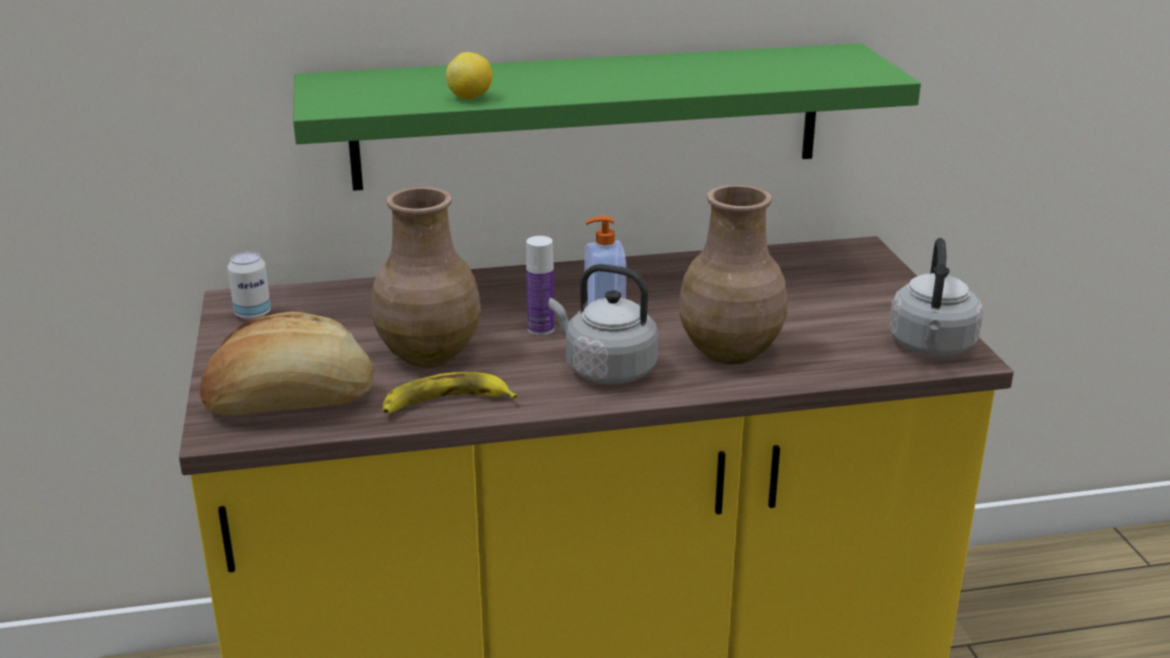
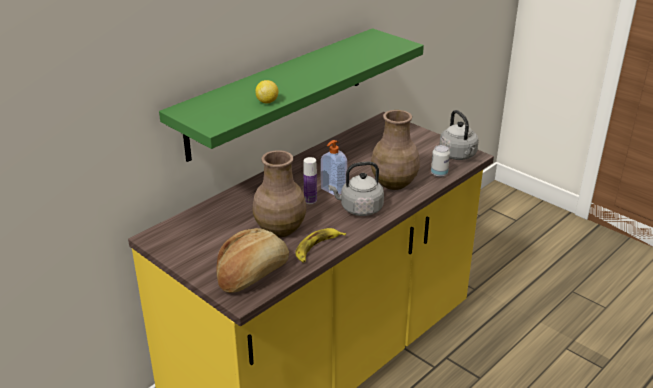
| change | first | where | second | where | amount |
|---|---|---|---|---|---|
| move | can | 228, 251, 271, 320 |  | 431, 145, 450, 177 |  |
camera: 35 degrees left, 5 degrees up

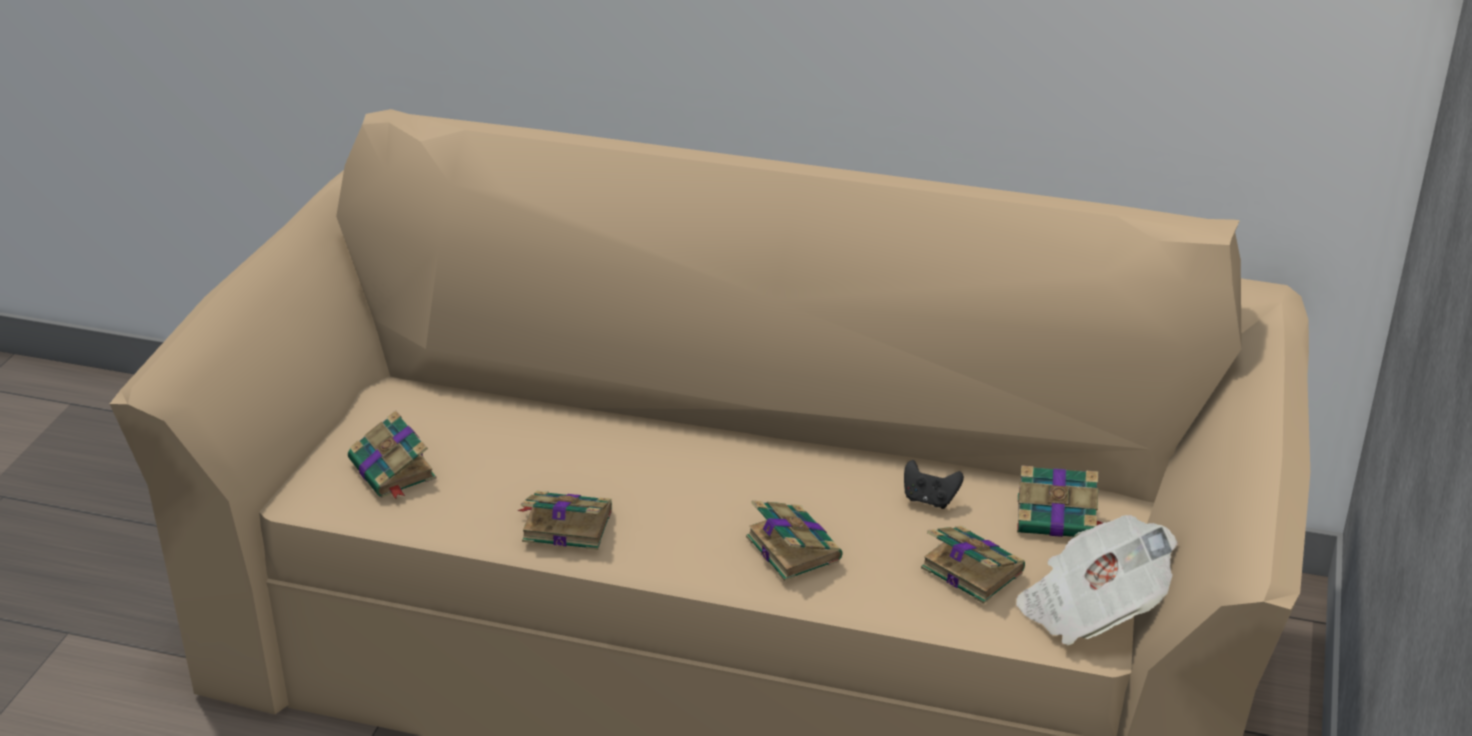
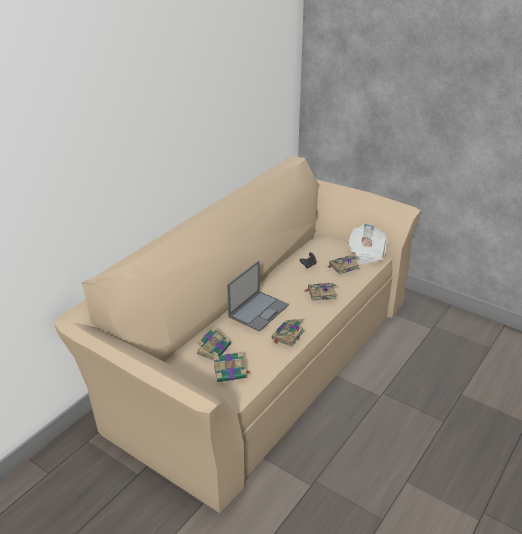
| change | first | where | second | where | amount |
|---|---|---|---|---|---|
| move | bound book | 1017, 465, 1102, 537 |  | 196, 327, 231, 360 |  |
| insert |  |  | portable computer | 227, 261, 289, 332 |  |
camera: 70 degrees left, 0 degrees up

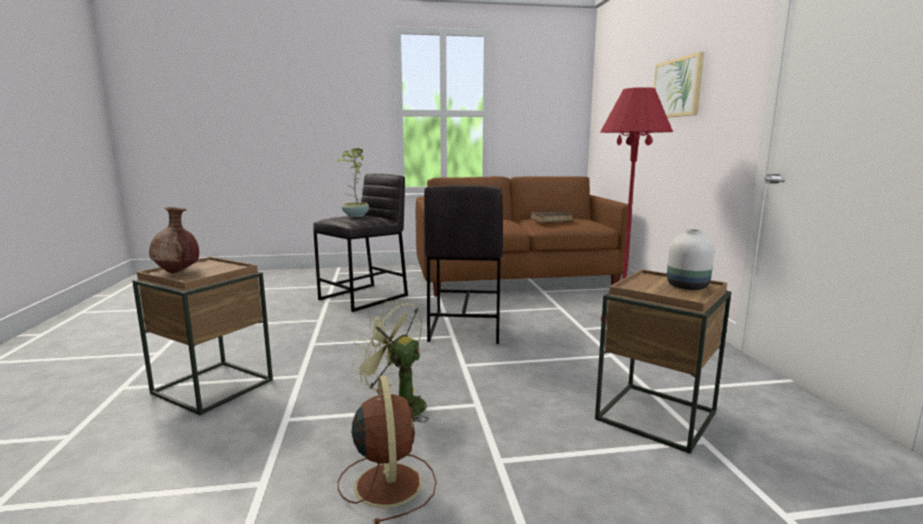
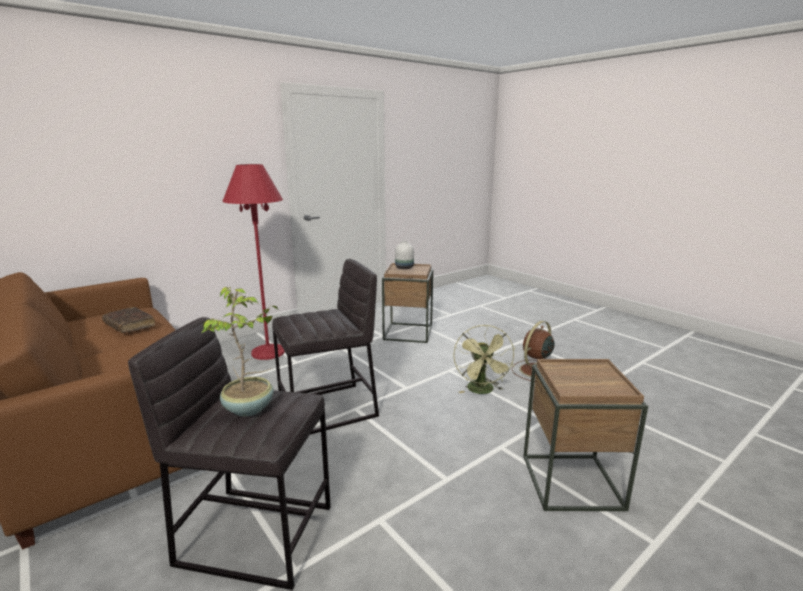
| change | first | where | second | where | amount |
|---|---|---|---|---|---|
| delete | flower vase (brownish) | 149, 207, 199, 273 |  |  |  |
| delete | wall picture | 654, 52, 704, 118 |  |  |  |
camera: 120 degrees left, 5 degrees up

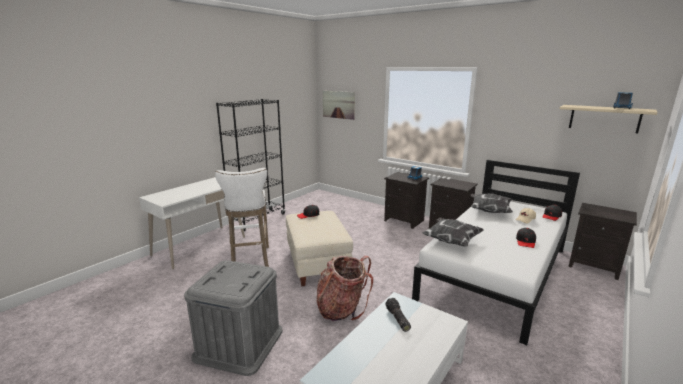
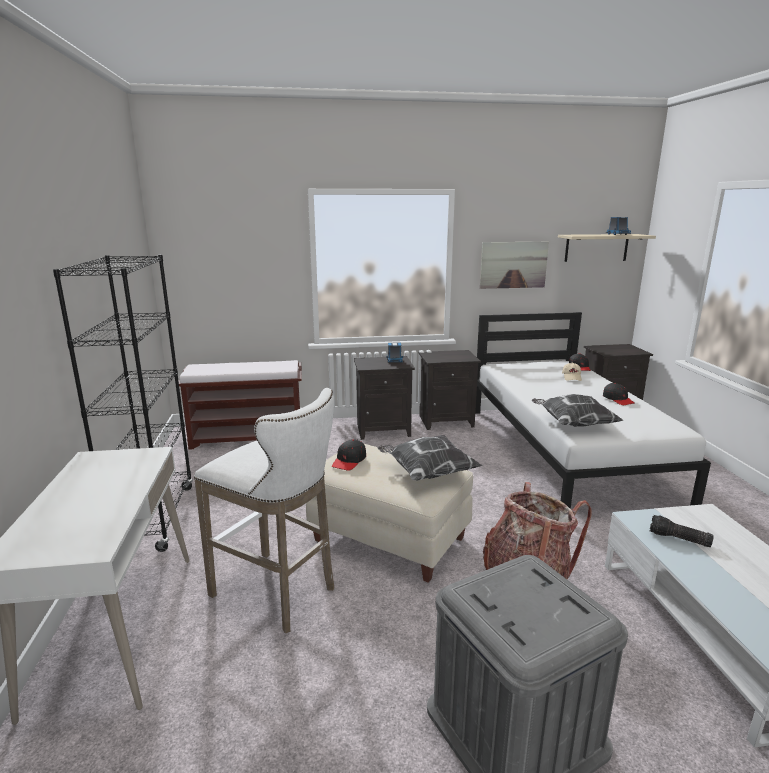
| change | first | where | second | where | amount |
|---|---|---|---|---|---|
| insert |  |  | long seat (brownish) | 179, 360, 302, 450 |  |
| move | cushion | 470, 193, 513, 213 |  | 378, 435, 483, 481 |  |
| move | wall picture | 323, 91, 355, 120 |  | 480, 242, 549, 289 |  |
camera: 45 degrees left, 0 degrees up

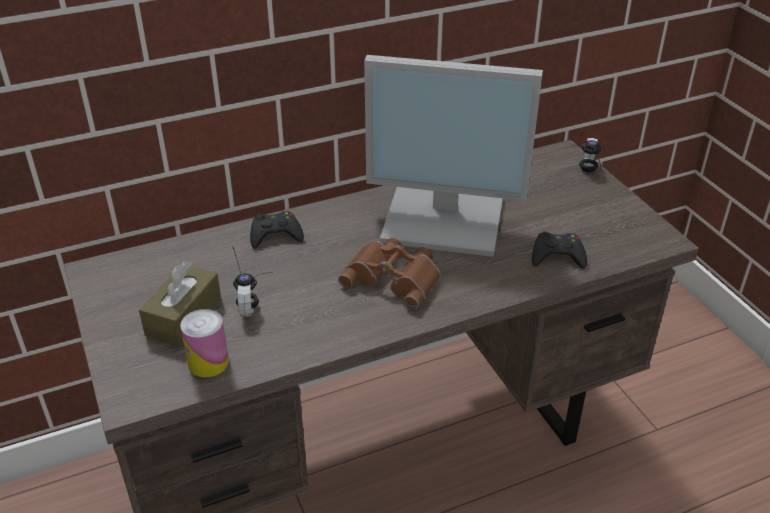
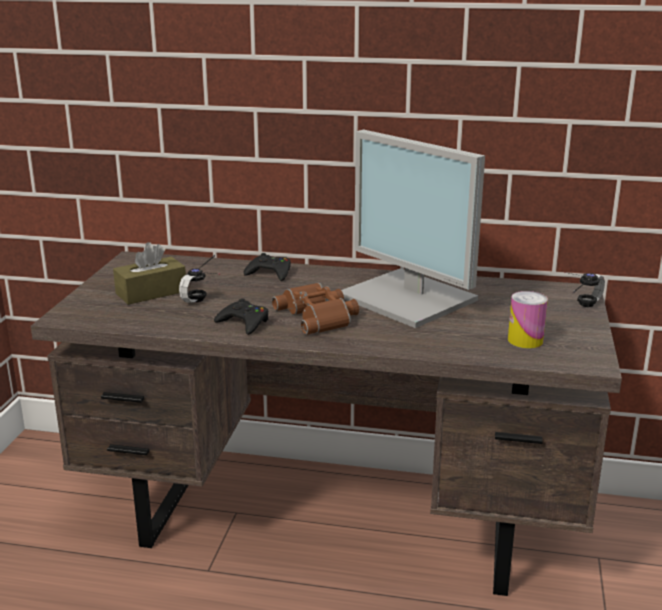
| change | first | where | second | where | amount |
|---|---|---|---|---|---|
| move | gamepad (blackish) | 532, 232, 587, 269 |  | 214, 299, 269, 335 |  |
| move | can | 180, 309, 229, 377 |  | 508, 291, 548, 348 |  |
camera: 35 degrees right, 15 degrees down

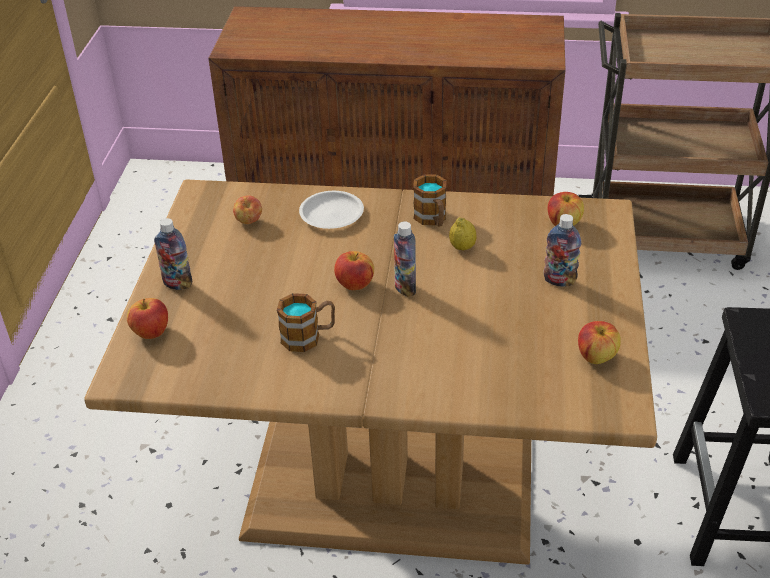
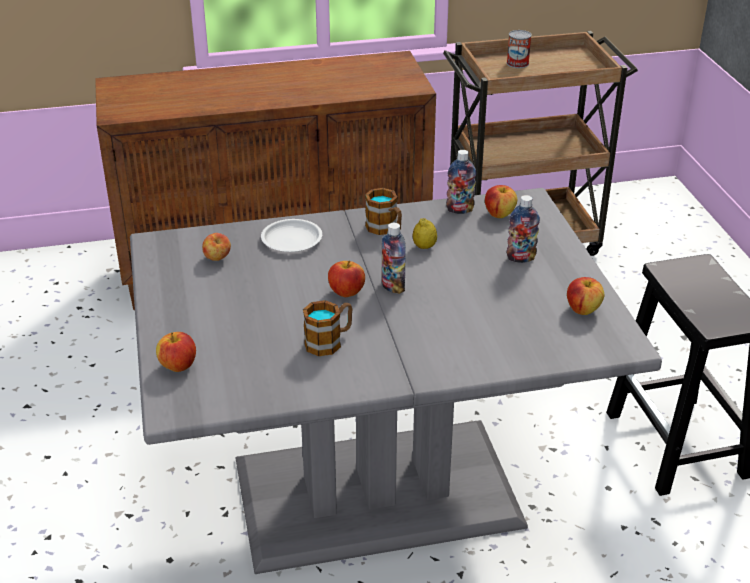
| change | first | where | second | where | amount |
|---|---|---|---|---|---|
| recolor | dinner table (brownish) | 84, 179, 657, 565 | dinner table (grey) | 130, 188, 662, 574 |  |
| move | bottle | 154, 218, 192, 290 |  | 446, 150, 476, 214 |  |
| insert |  |  | can | 507, 30, 532, 68 |  |
camera: 20 degrees left, 5 degrees down

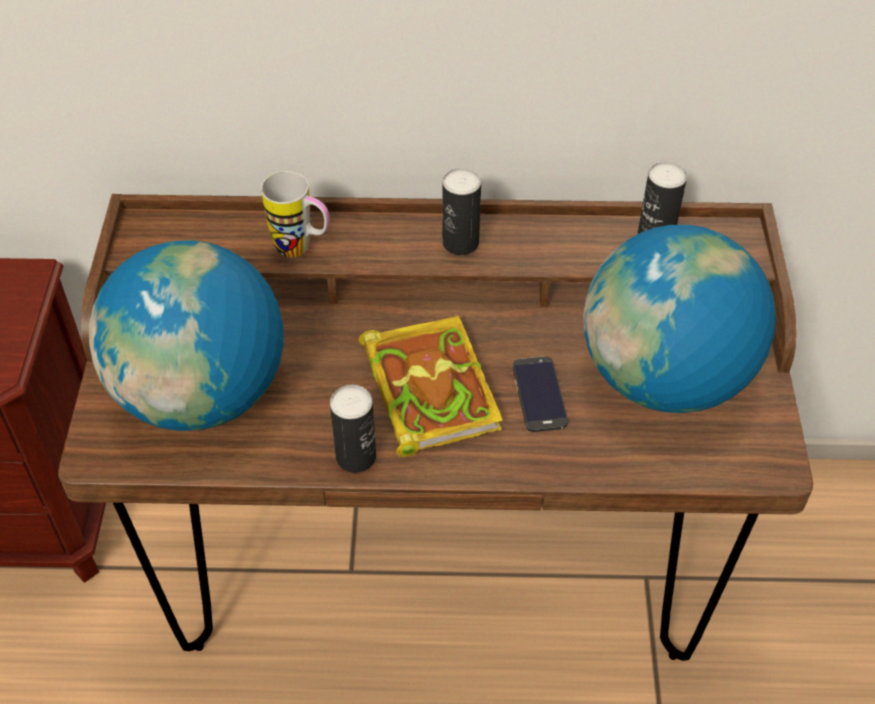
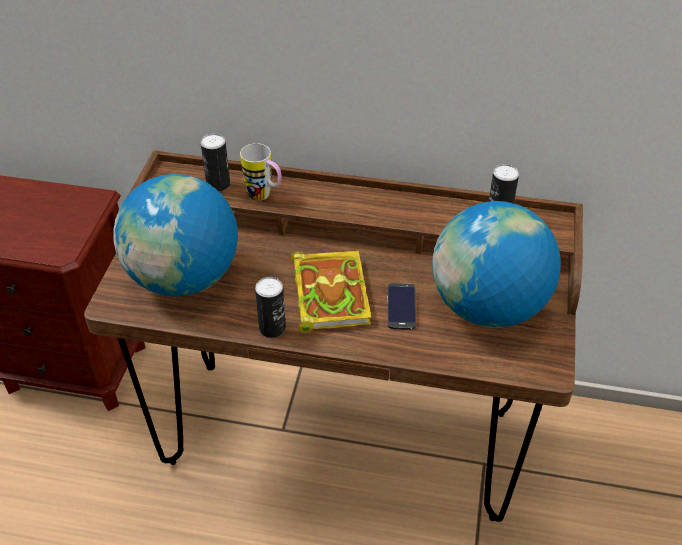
| change | first | where | second | where | amount |
|---|---|---|---|---|---|
| move | can | 442, 167, 481, 255 |  | 201, 133, 230, 191 |  |
camera: 10 degrees right, 5 degrees down

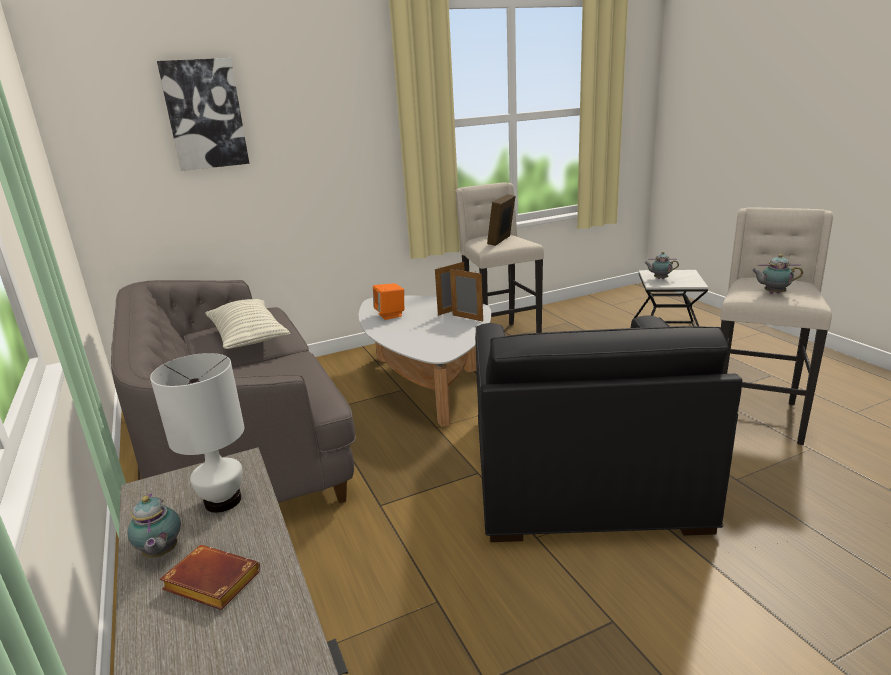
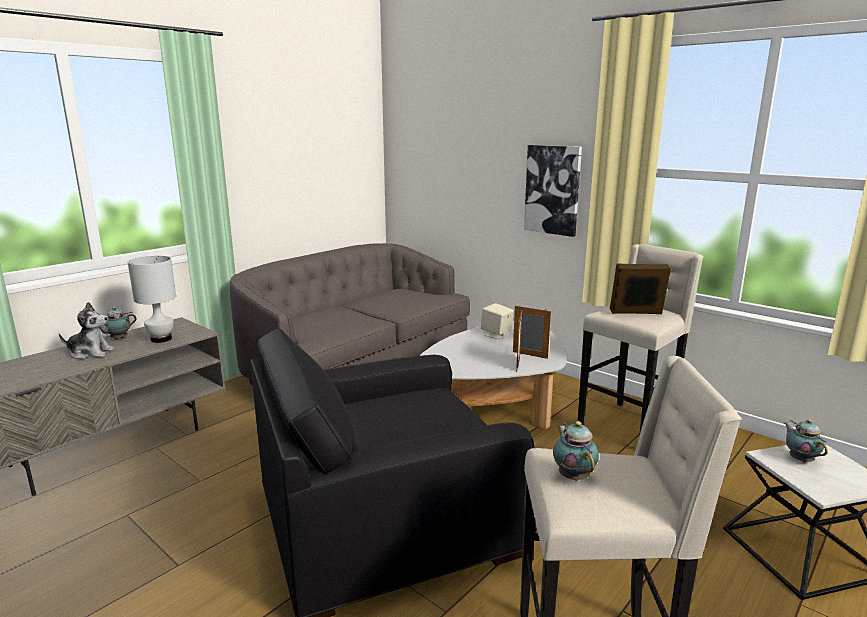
| change | first | where | second | where | amount |
|---|---|---|---|---|---|
| replace | bound book (brownish) | 160, 545, 260, 610 | soft toy | 59, 302, 115, 359 |  |
| recolor | speaker (orange-coloured) | 373, 283, 404, 320 | speaker (beige-coloured) | 481, 303, 514, 339 |  |
| move | wall picture | 157, 58, 249, 171 |  | 524, 145, 582, 237 |  |
| delete | cushion | 205, 299, 290, 349 |  |  |  |
camera: 65 degrees right, 5 degrees down

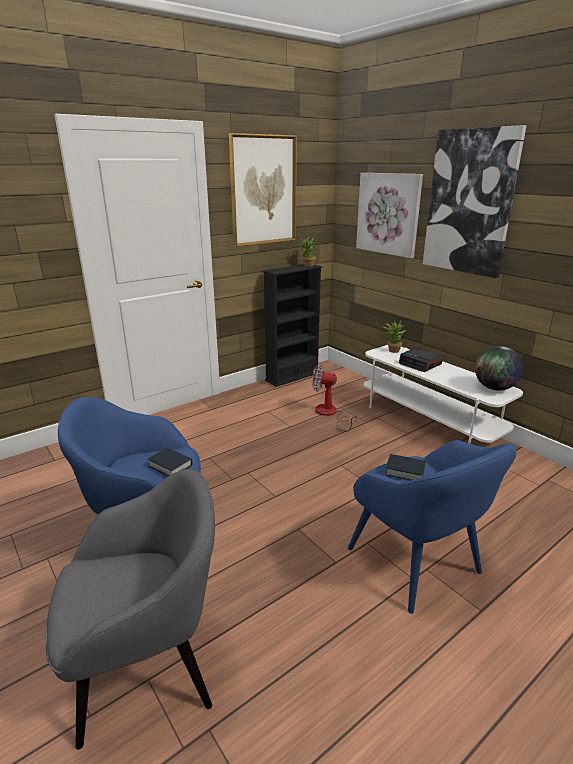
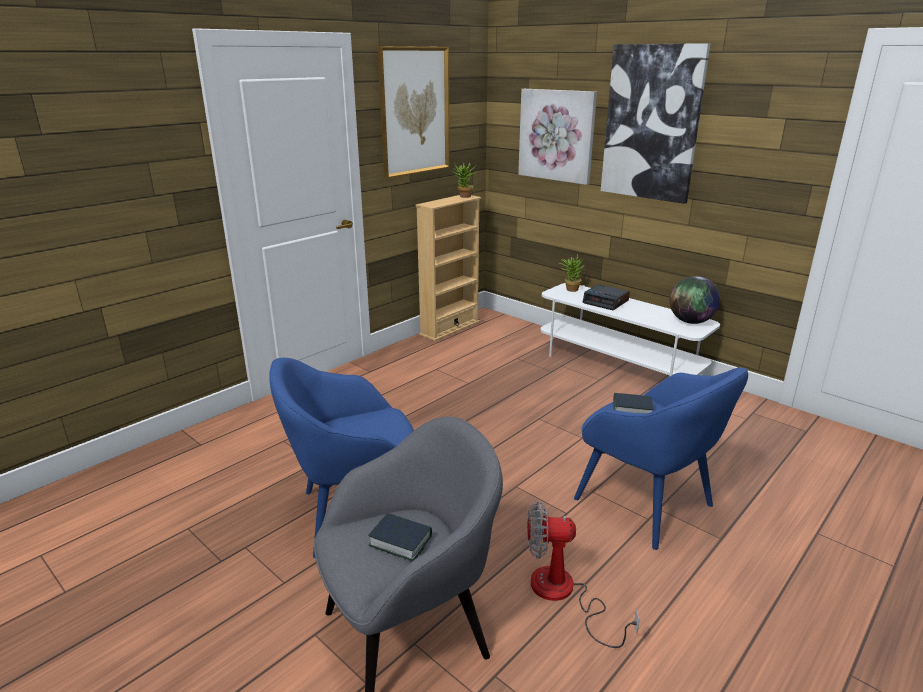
| change | first | where | second | where | amount |
|---|---|---|---|---|---|
| move | bound book | 148, 448, 192, 476 |  | 368, 513, 432, 561 |  |
| recolor | bookcase (blackish) | 263, 264, 322, 387 | bookcase (beige-coloured) | 416, 195, 481, 341 |  |
| move | fan | 312, 364, 357, 432 |  | 527, 501, 640, 648 |  |
camera: 10 degrees left, 0 degrees up

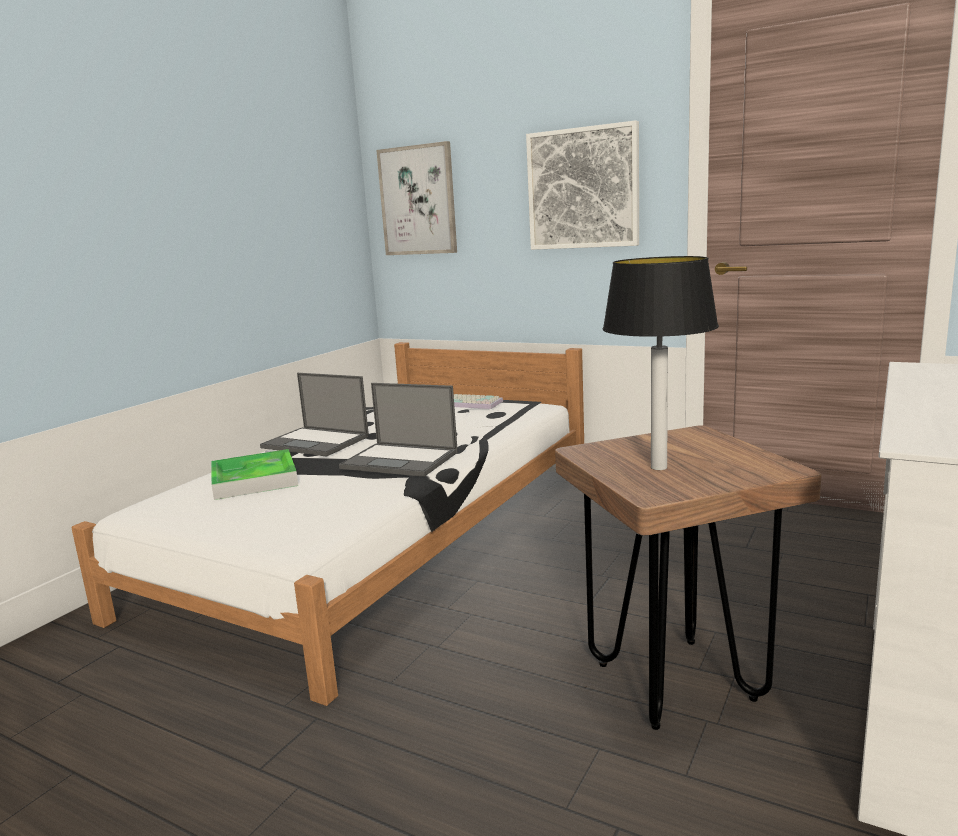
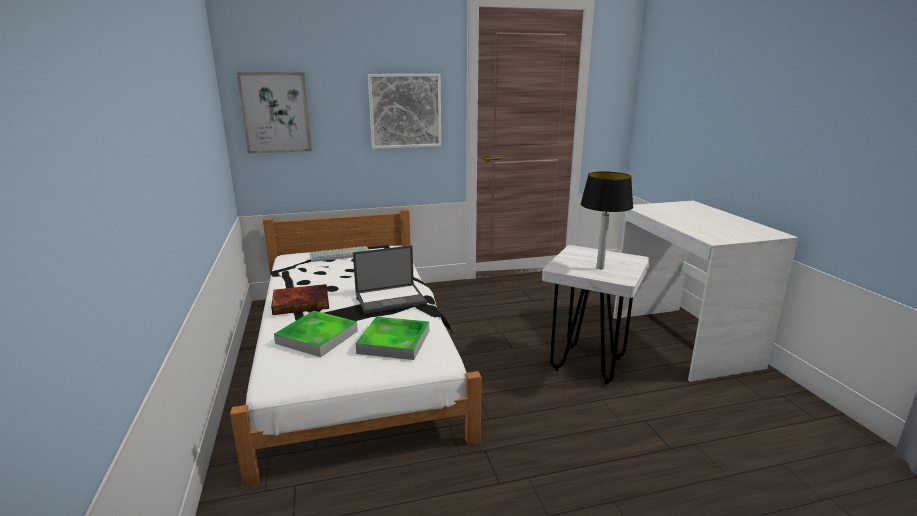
| change | first | where | second | where | amount |
|---|---|---|---|---|---|
| replace | portable computer | 260, 373, 369, 457 | bound book | 271, 284, 329, 315 |  |
| insert |  |  | serving tray | 356, 317, 429, 360 |  |
| recolor | stool seat (brownish) | 555, 425, 822, 730 | stool seat (whitish) | 542, 245, 650, 384 |  |
camera: 45 degrees left, 5 degrees up

